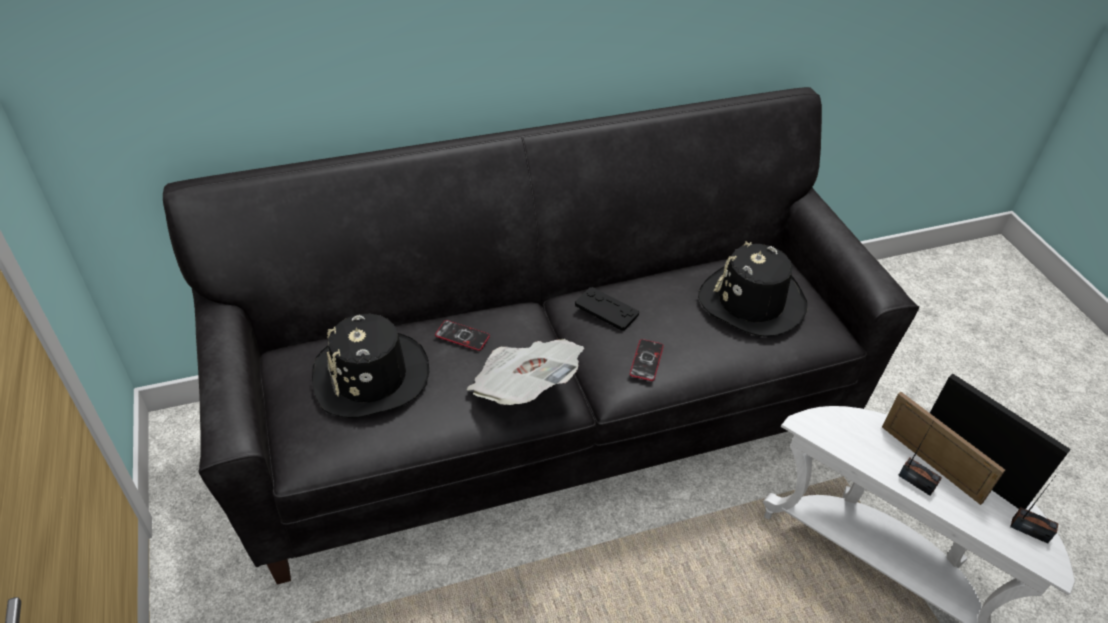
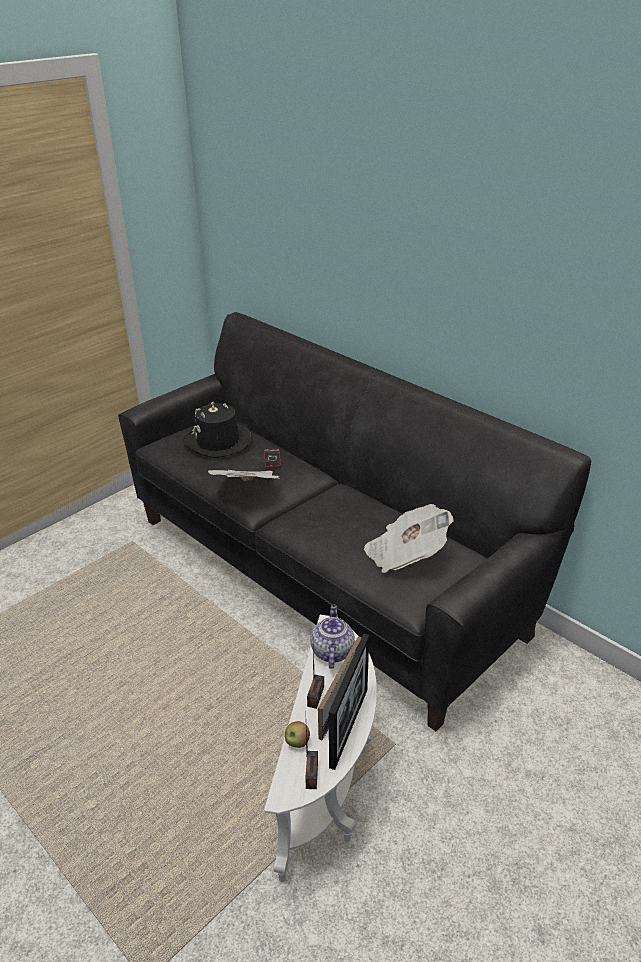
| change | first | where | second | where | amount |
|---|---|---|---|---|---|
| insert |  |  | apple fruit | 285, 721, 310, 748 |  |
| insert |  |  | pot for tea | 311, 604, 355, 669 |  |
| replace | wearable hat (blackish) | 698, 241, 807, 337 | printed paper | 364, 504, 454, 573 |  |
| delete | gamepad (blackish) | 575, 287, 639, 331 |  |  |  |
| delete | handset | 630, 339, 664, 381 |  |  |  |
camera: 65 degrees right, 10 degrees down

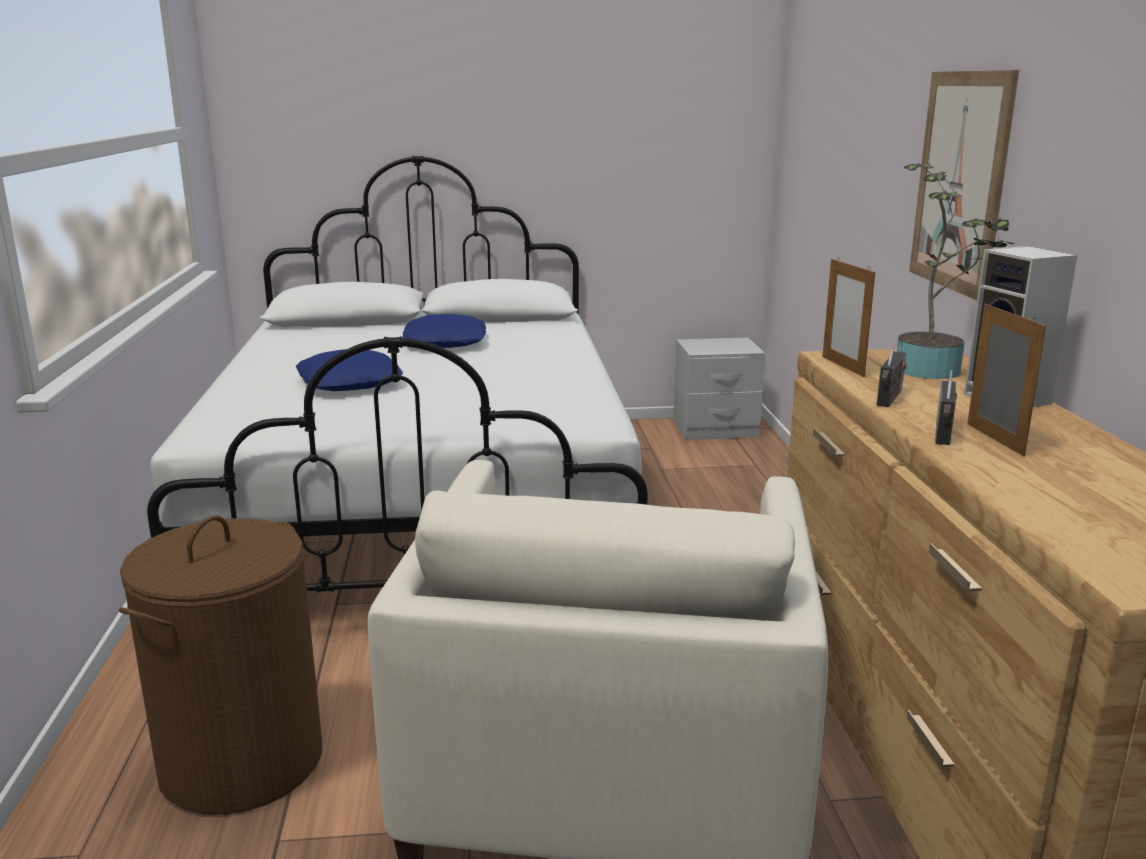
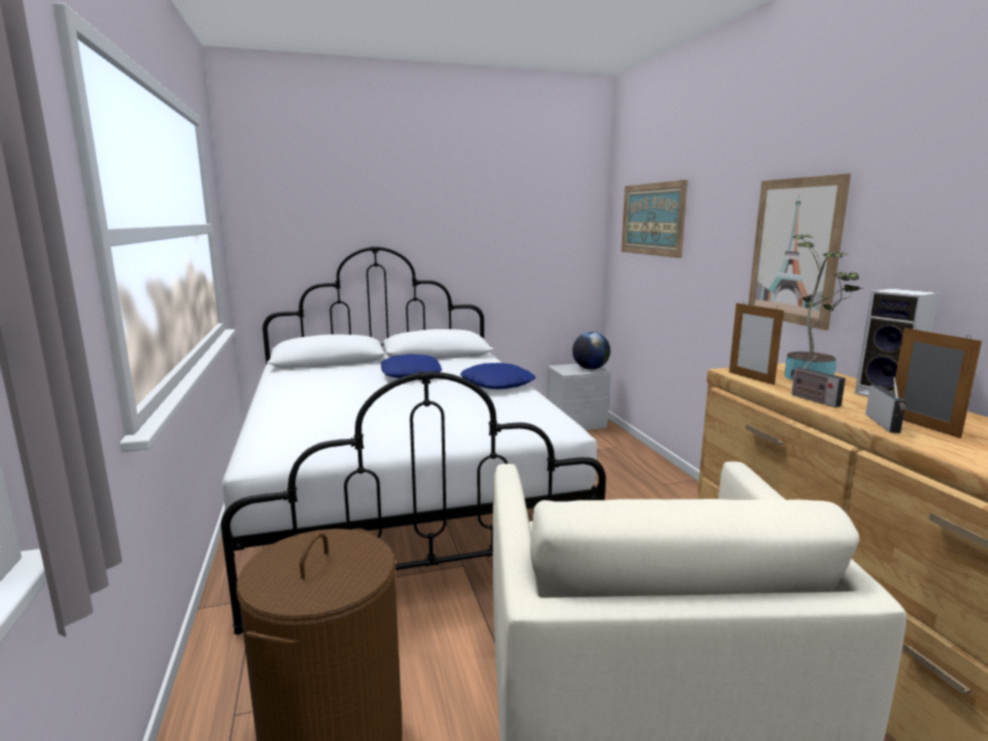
| change | first | where | second | where | amount |
|---|---|---|---|---|---|
| move | cushion (bluish) | 296, 350, 403, 391 |  | 460, 363, 536, 389 |  |
| insert |  |  | desk globe | 572, 332, 610, 370 |  |
| insert |  |  | wall picture | 621, 180, 688, 258 |  |
| rotate | radio | 877, 341, 906, 407 |  | 791, 356, 845, 408 | 135 degrees clockwise |
camera: 10 degrees left, 5 degrees down

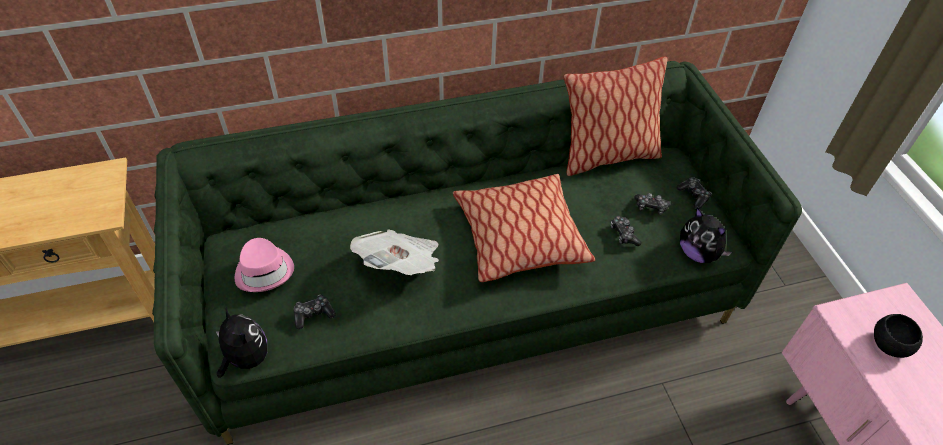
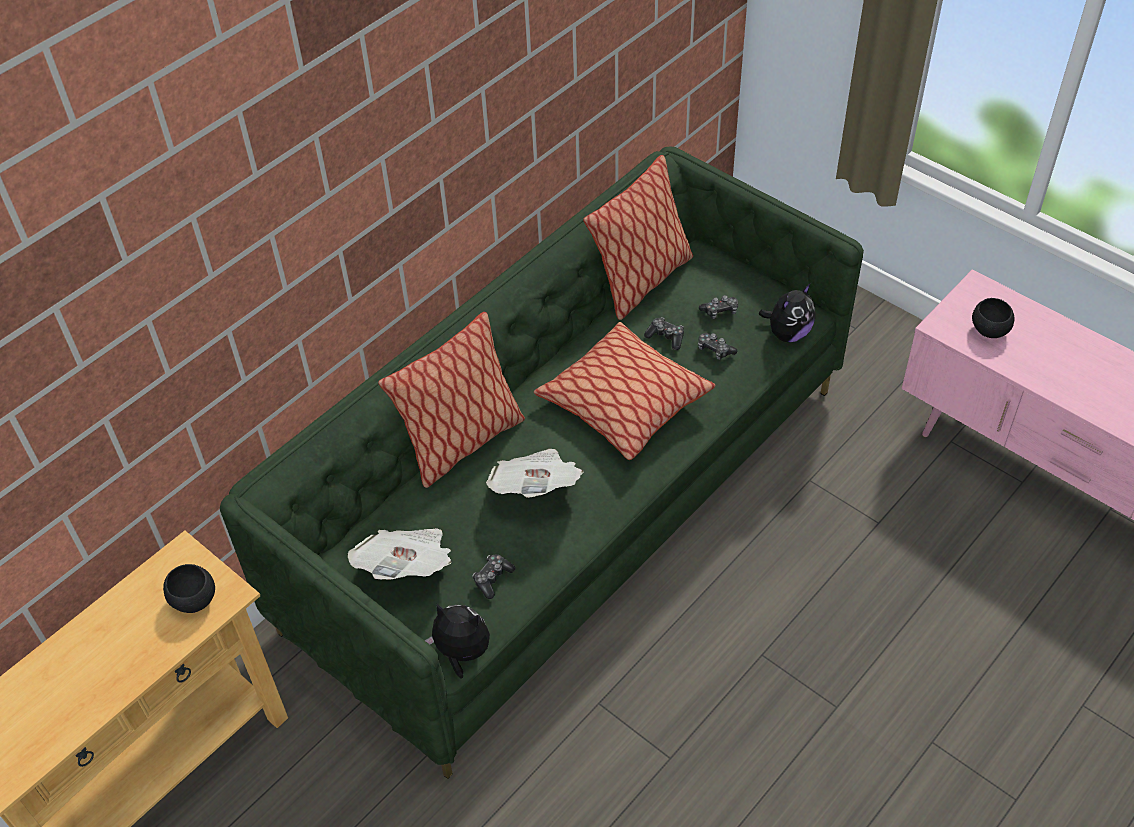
| change | first | where | second | where | amount |
|---|---|---|---|---|---|
| insert |  |  | deep dish (blackish) | 163, 564, 215, 613 |  |
| replace | wearable hat (pink-coloured) | 235, 238, 294, 292 | printed paper | 348, 528, 452, 580 |  |
| insert |  |  | cushion | 378, 312, 525, 488 |  |
| move | gamepad | 676, 177, 712, 210 |  | 644, 317, 684, 350 |  |
| rotate | soft toy | 680, 207, 732, 263 |  | 759, 284, 816, 342 | 60 degrees counterclockwise |
camera: 30 degrees left, 0 degrees up

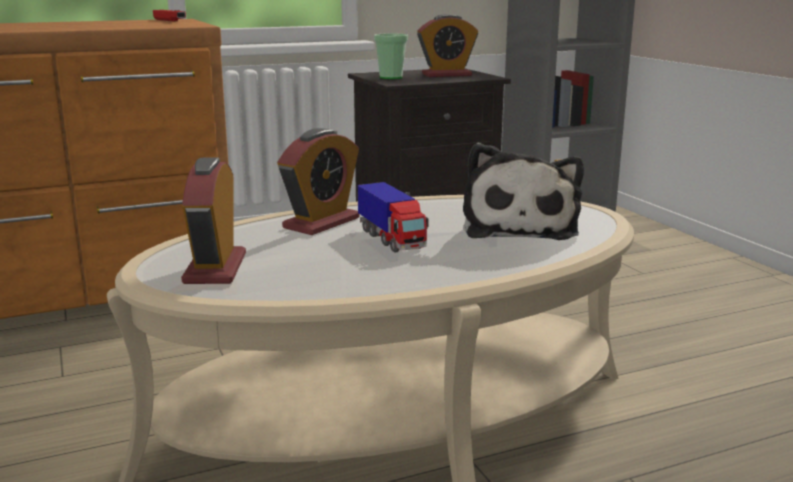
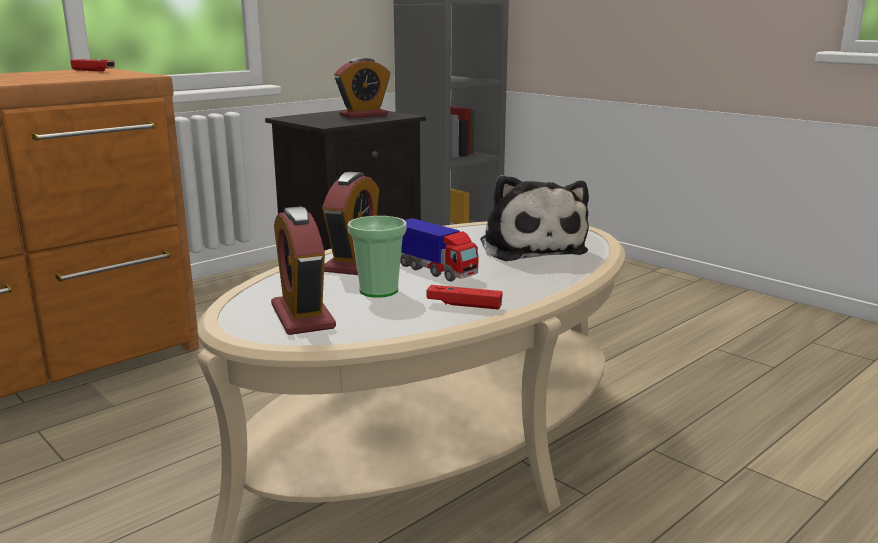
| change | first | where | second | where | amount |
|---|---|---|---|---|---|
| move | drinking cup | 374, 33, 408, 79 |  | 348, 216, 407, 298 |  |
| insert |  |  | gamepad (reddish) | 426, 285, 503, 309 |  |
camera: 20 degrees left, 0 degrees up

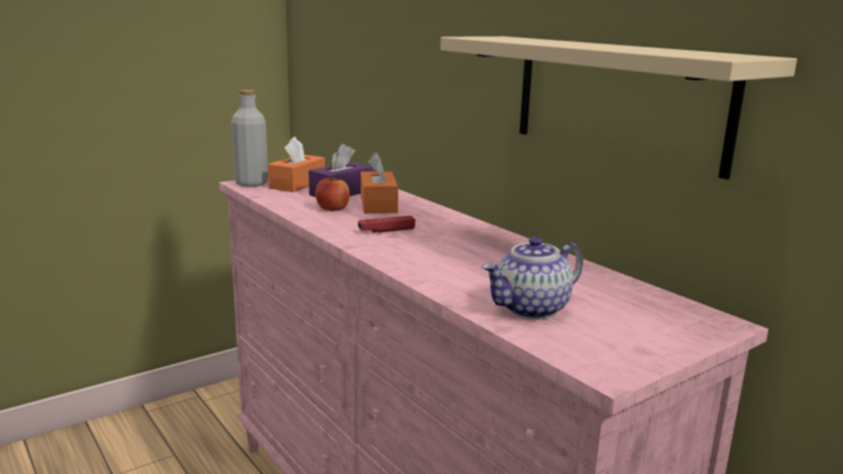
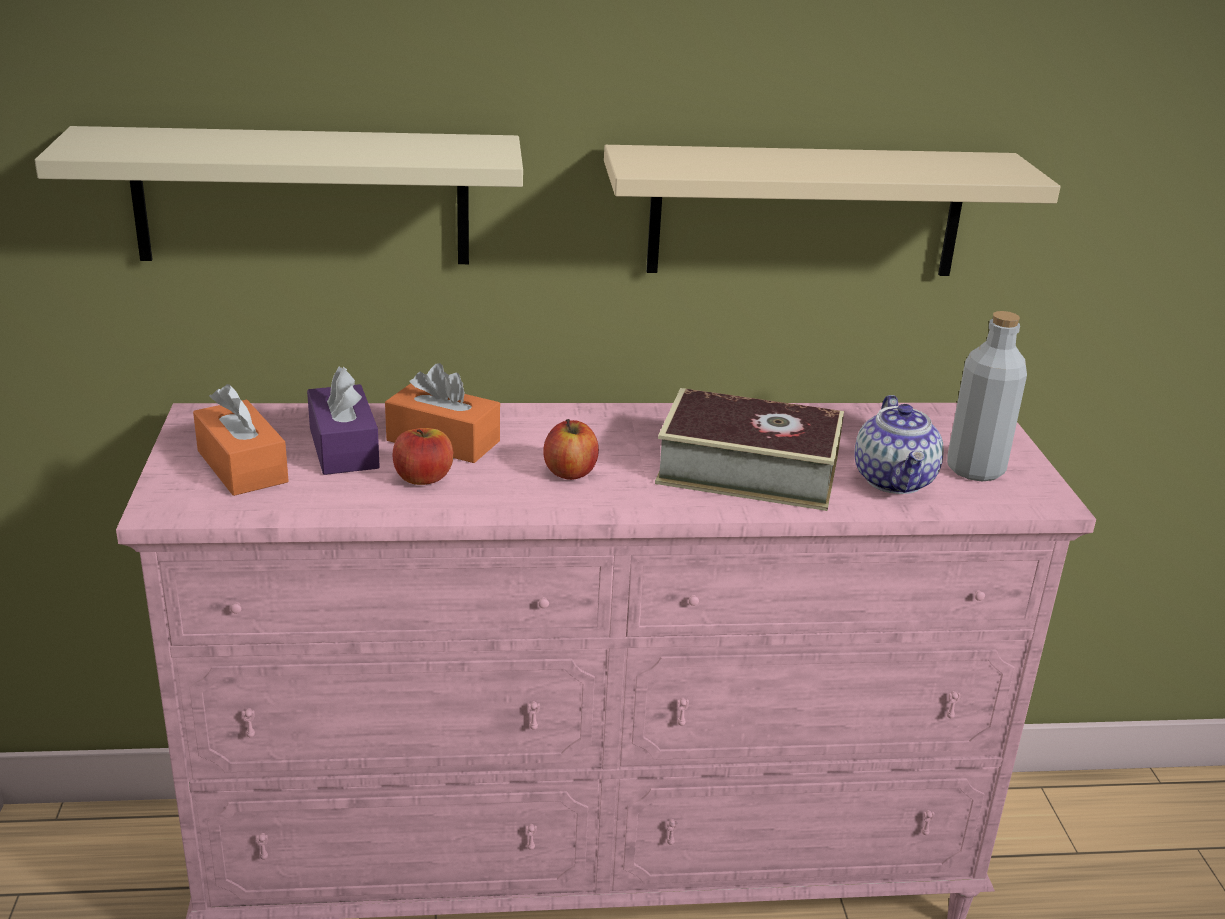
| change | first | where | second | where | amount |
|---|---|---|---|---|---|
| insert |  |  | shelf (beige-coloured) | 35, 126, 523, 264 |  |
| replace | gamepad (reddish) | 358, 216, 416, 233 | apple fruit | 543, 419, 599, 480 |  |
| insert |  |  | bound book | 655, 388, 844, 511 |  |
| move | bottle (grey) | 231, 90, 268, 187 |  | 947, 311, 1027, 482 |  |
camera: 60 degrees left, 10 degrees up

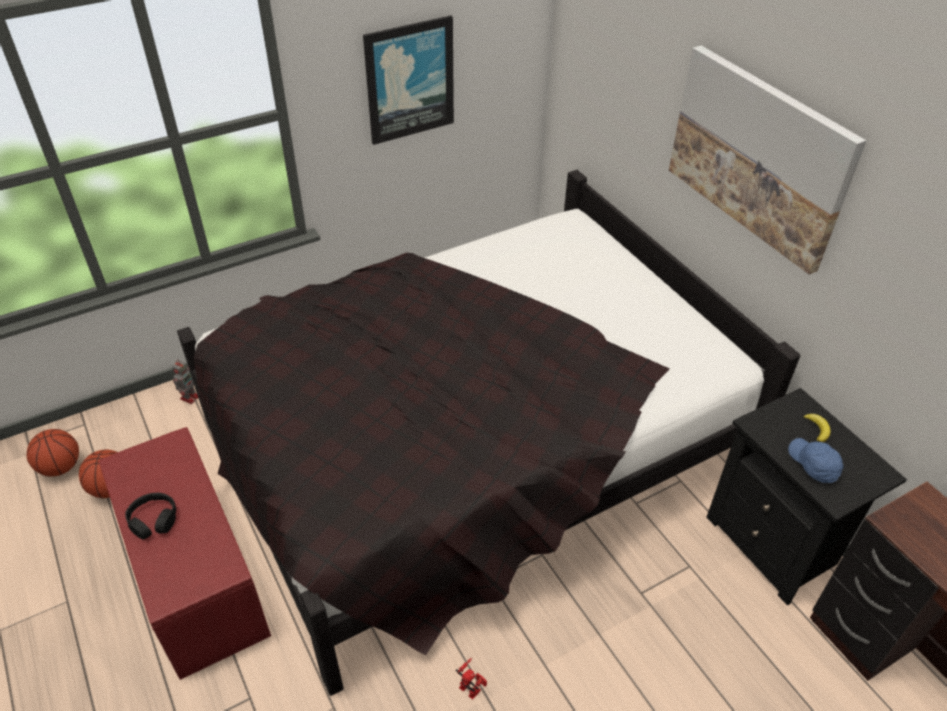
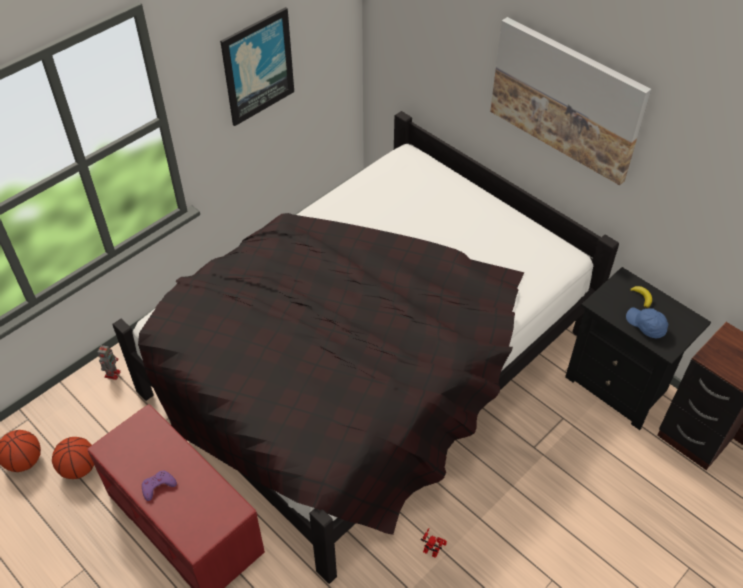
| change | first | where | second | where | amount |
|---|---|---|---|---|---|
| replace | pair of headphones (blackish) | 125, 493, 176, 540 | gamepad (purple-coloured) | 142, 471, 177, 501 |  |
camera: 15 degrees left, 5 degrees up

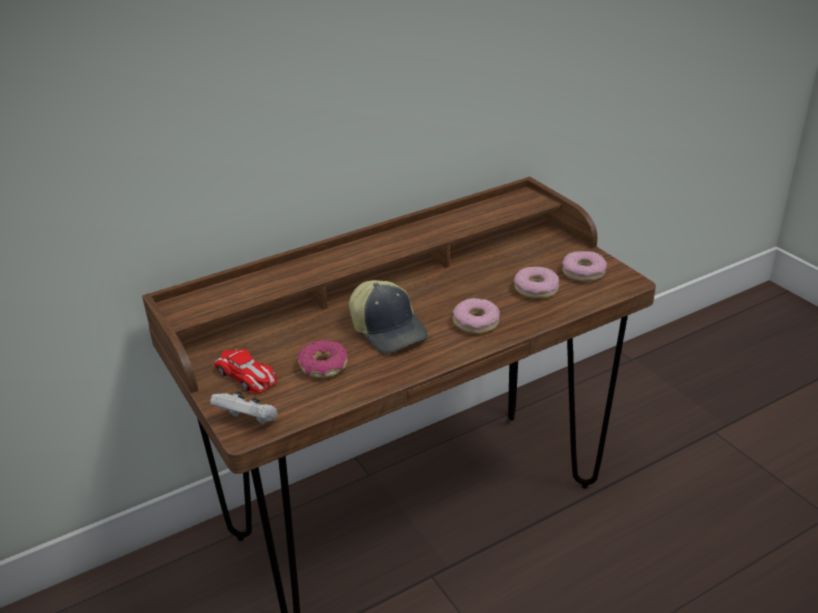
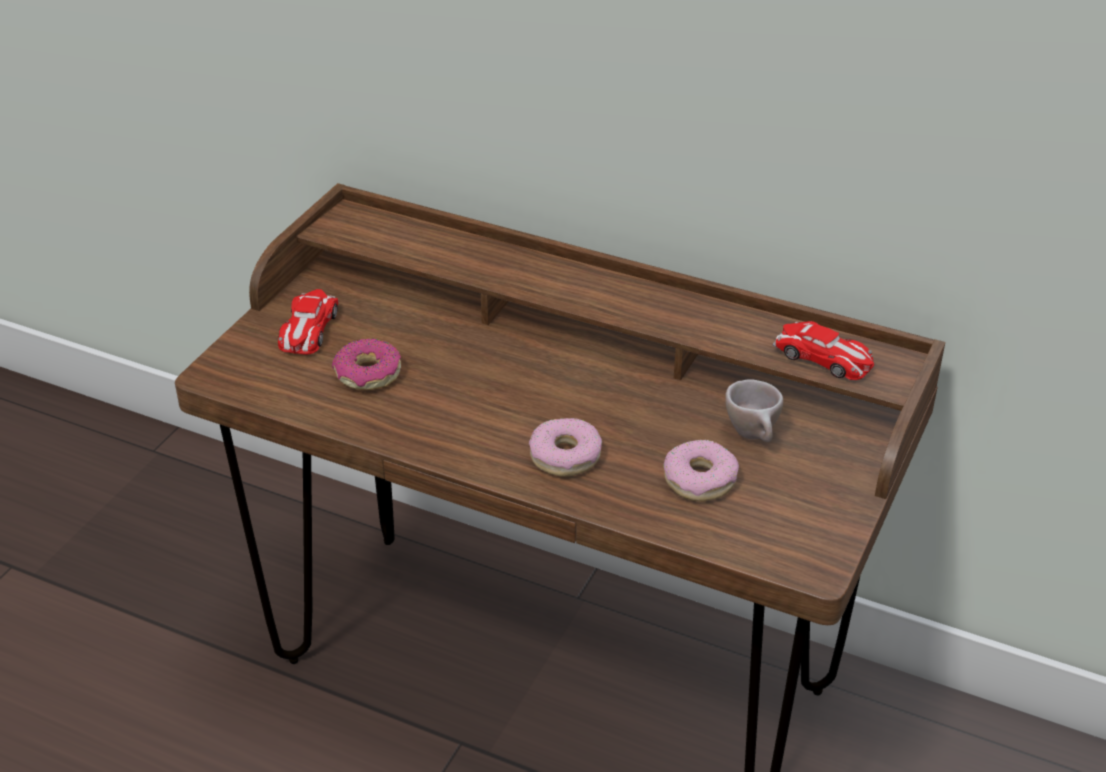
| change | first | where | second | where | amount |
|---|---|---|---|---|---|
| insert |  |  | drinking cup (beige-coloured) | 725, 379, 783, 442 |  |
| insert |  |  | miniature car | 772, 321, 874, 380 |  |
| delete | gamepad (whitish) | 210, 391, 278, 424 |  |  |  |
| delete | peaked cap | 349, 280, 428, 354 |  |  |  |
| delete | doughnut | 562, 251, 607, 282 |  |  |  |
camera: 55 degrees right, 5 degrees up

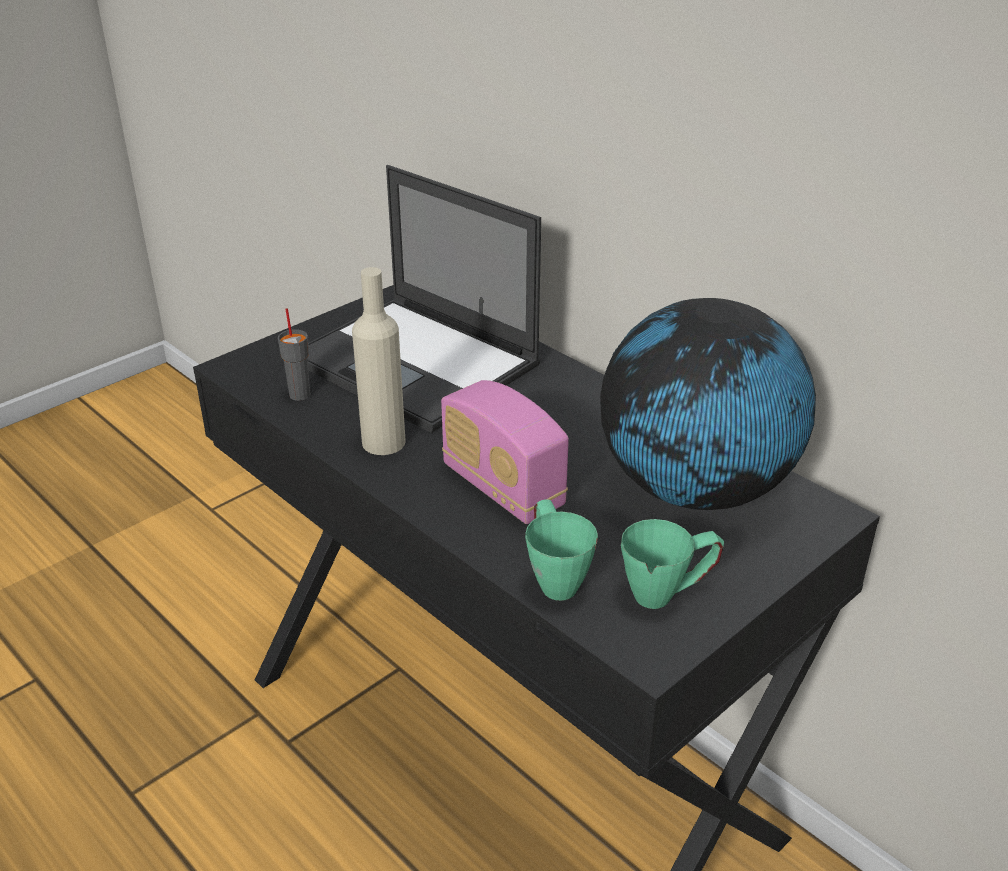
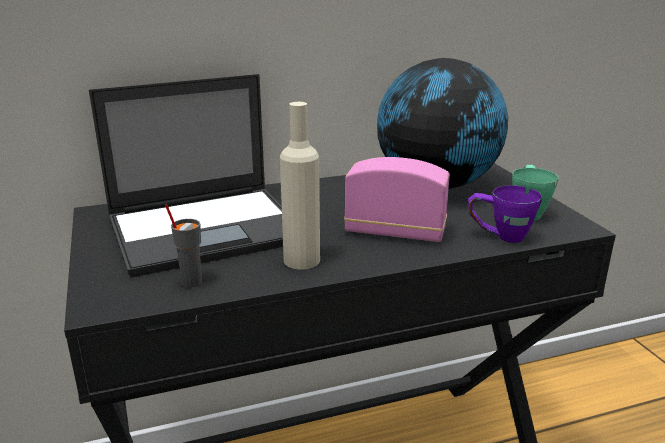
| change | first | where | second | where | amount |
|---|---|---|---|---|---|
| rotate | radio | 441, 380, 569, 524 |  | 344, 157, 450, 242 | 150 degrees counterclockwise |
| recolor | mug (green) | 525, 499, 598, 601 | mug (purple-coloured) | 468, 185, 542, 243 |  |
camera: 65 degrees left, 10 degrees down

